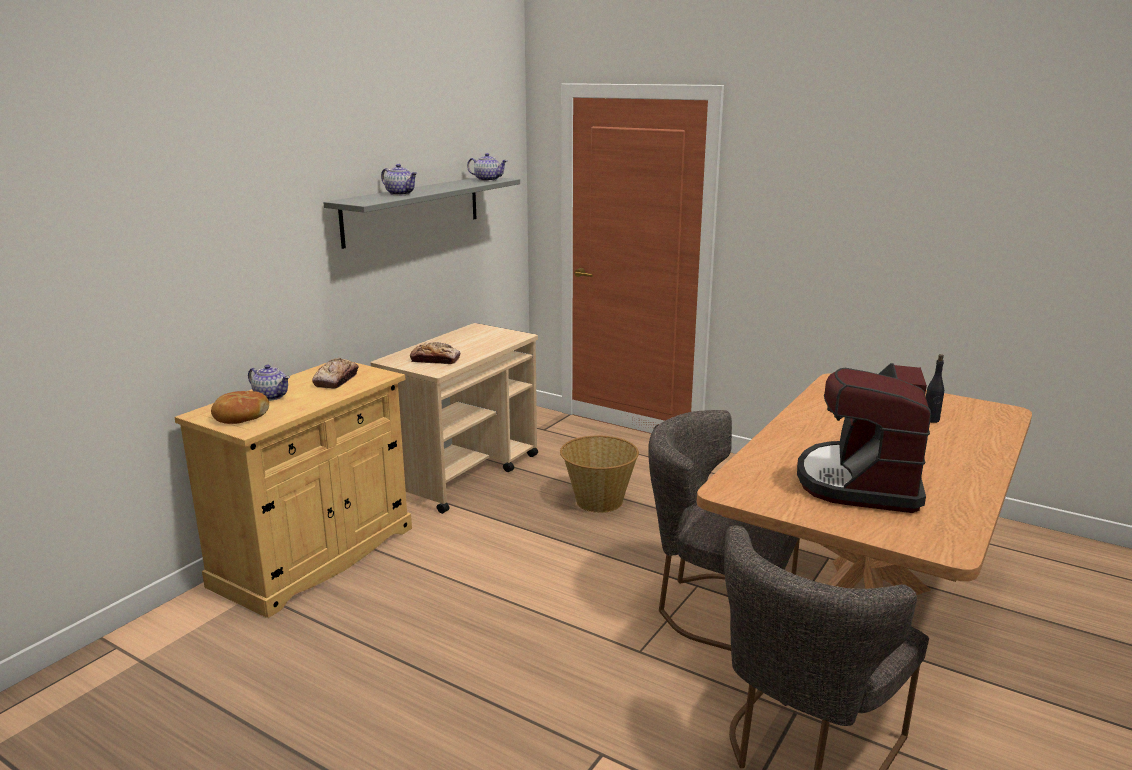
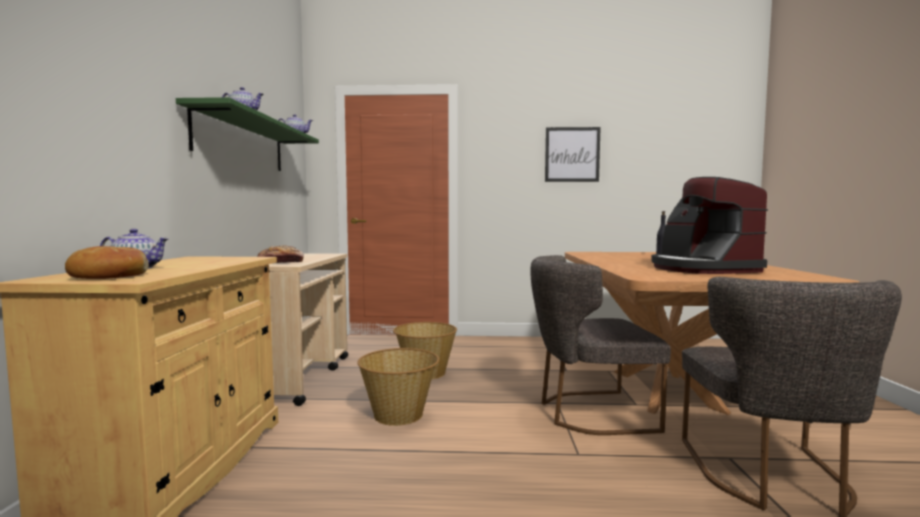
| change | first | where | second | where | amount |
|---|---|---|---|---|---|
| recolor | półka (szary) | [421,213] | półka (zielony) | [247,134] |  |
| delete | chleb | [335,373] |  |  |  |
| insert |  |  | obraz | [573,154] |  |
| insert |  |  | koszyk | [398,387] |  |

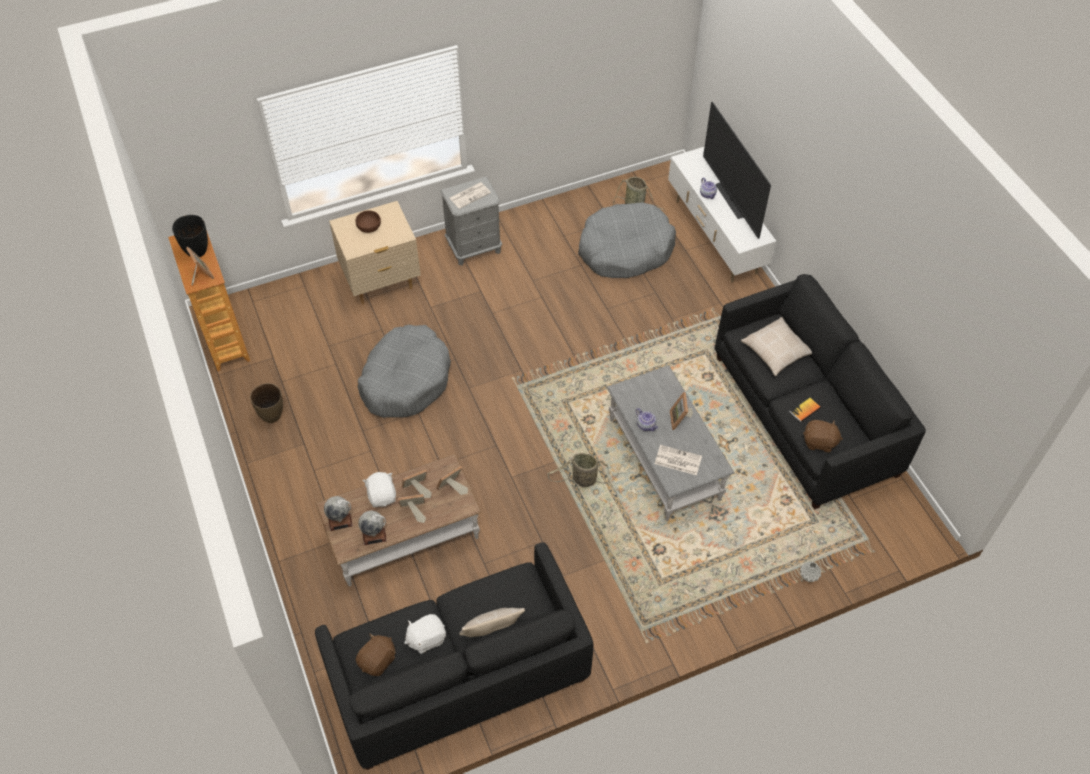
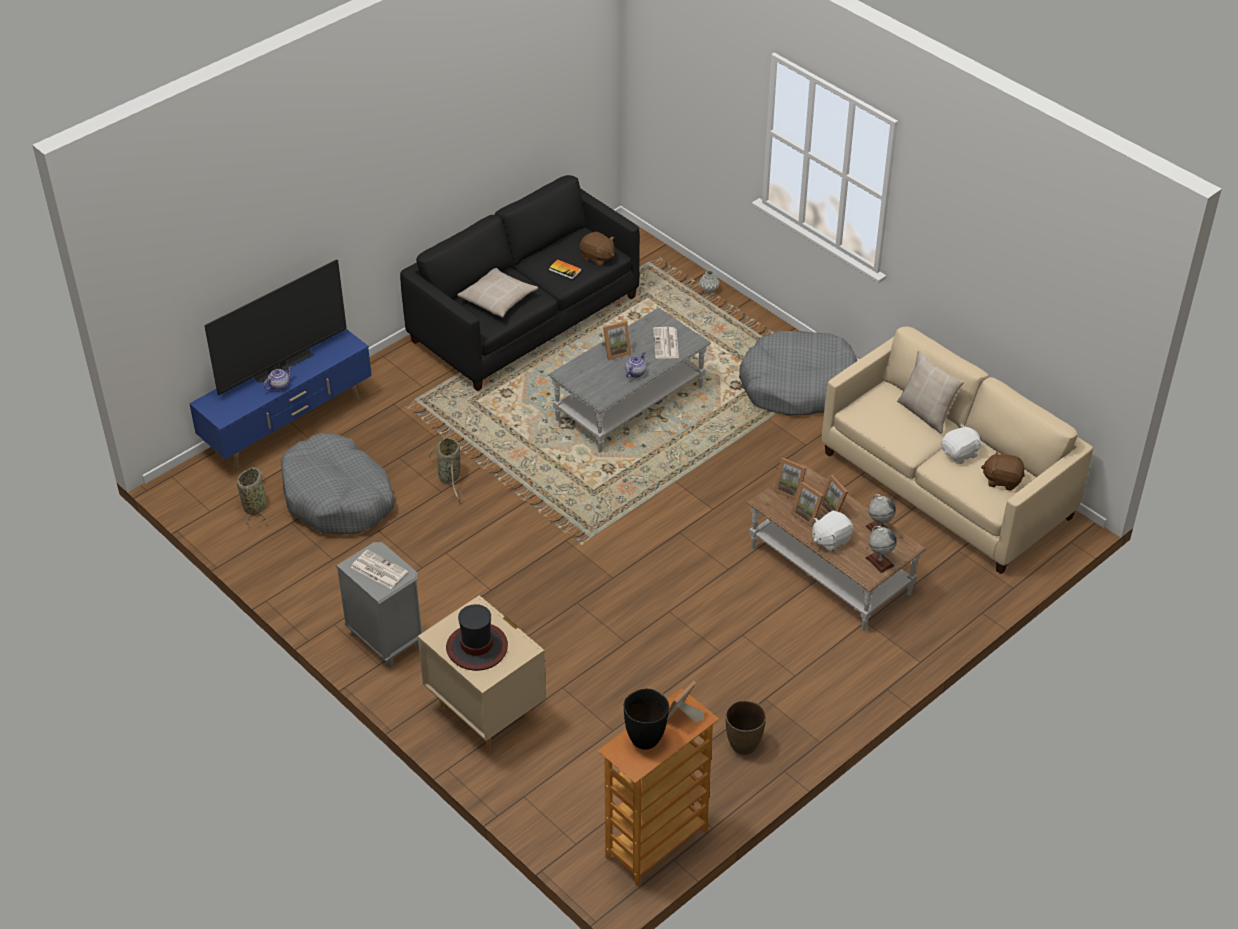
| change | first | where | second | where | amount |
|---|---|---|---|---|---|
| recolor | szafka pod telewizor (biały) | [722,214] | szafka pod telewizor (niebieski) | [280,400] |  |
| replace | miska (brązowy) | [368,222] | kapelusz | [477,637] |  |
| move | legowisko (szary) | [404,371] |  | [798,373] |  |
| rotate | pluszak (brązowy) | [823,436] |  | [597,249] | 135 degrees clockwise |
| move | koszyk | [578,470] |  | [445,467] |  |
| recolor | kanapa (czarny) | [454,656] | kanapa (beżowy) | [957,450] |  |
| rotate | pluszak (biały) | [425,634] |  | [961,443] | 75 degrees counterclockwise |

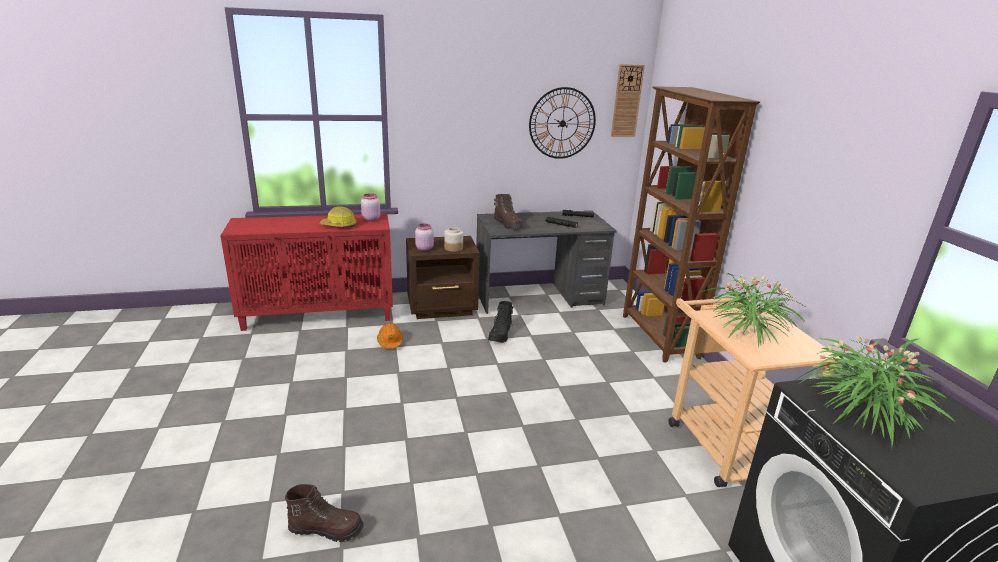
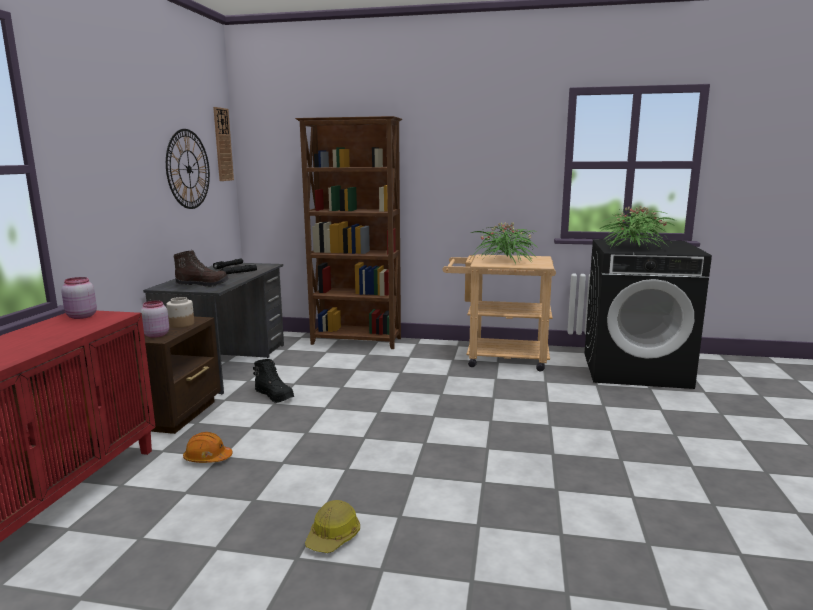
| change | first | where | second | where | amount |
|---|---|---|---|---|---|
| move | kask | [338,217] |  | [332,526] |  |
| delete | but z cholewką (brązowy) | [324,513] |  |  |  |

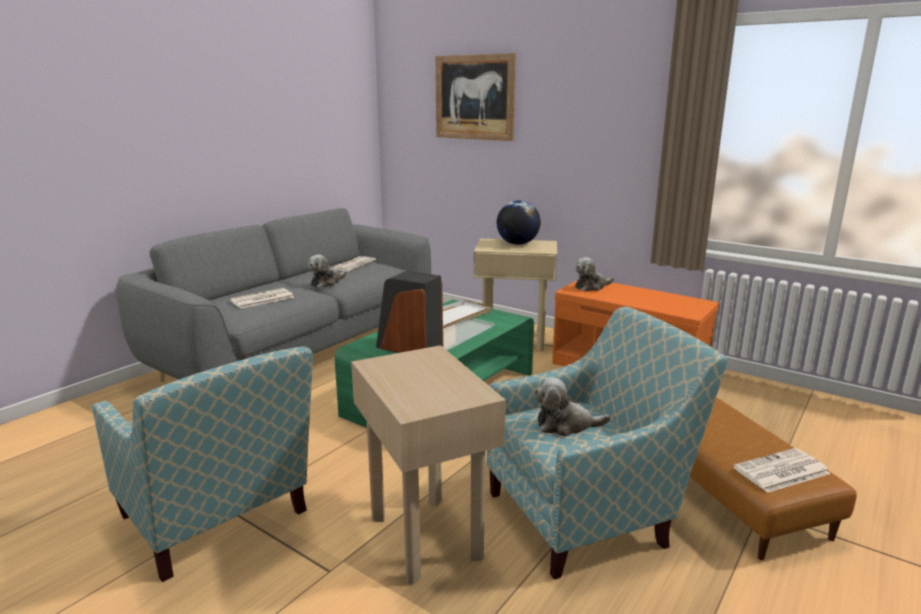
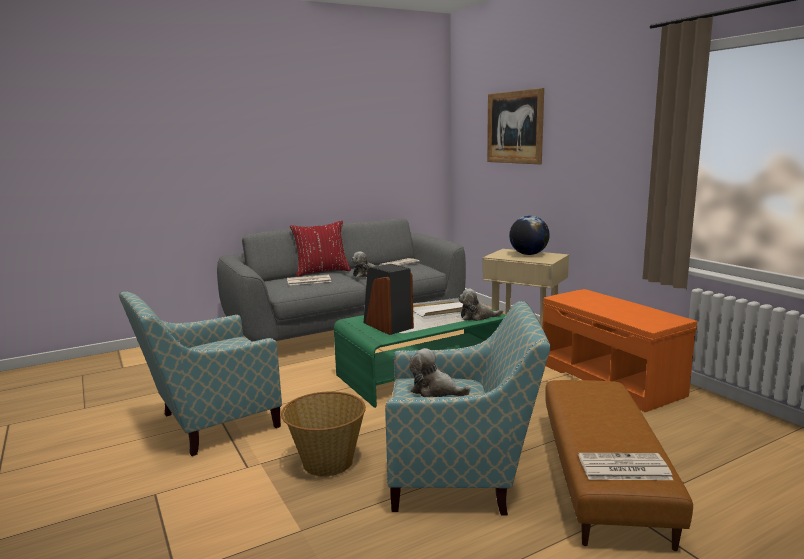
| change | first | where | second | where | amount |
|---|---|---|---|---|---|
| move | pluszak | [594,274] |  | [480,305] |  |
| replace | stolik (beżowy) | [428,465] | koszyk | [323,433] |  |
| rotate | fotel | [202,464] |  | [200,373] | 75 degrees clockwise |
| insert |  |  | poduszka (czerwony) | [320,249] |  |

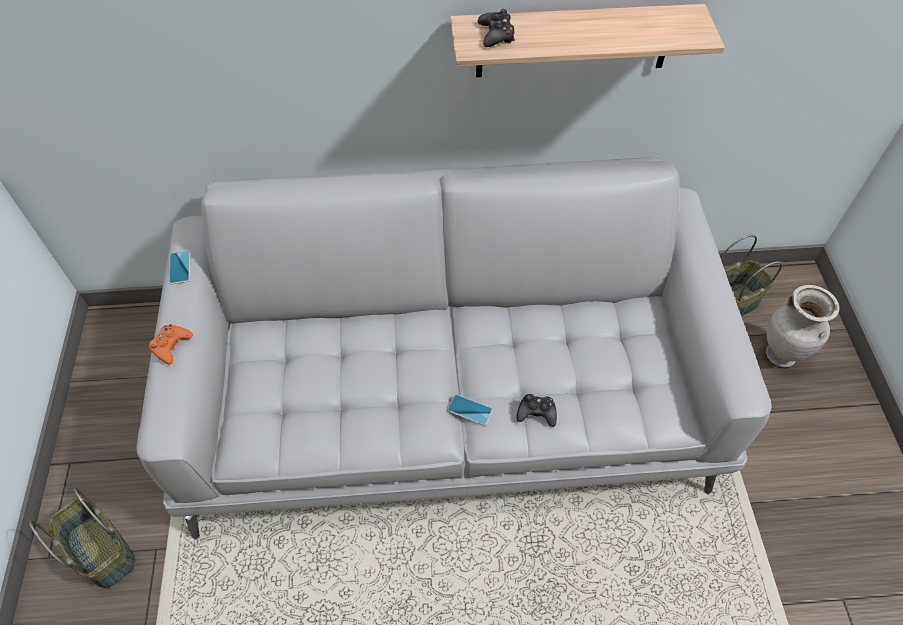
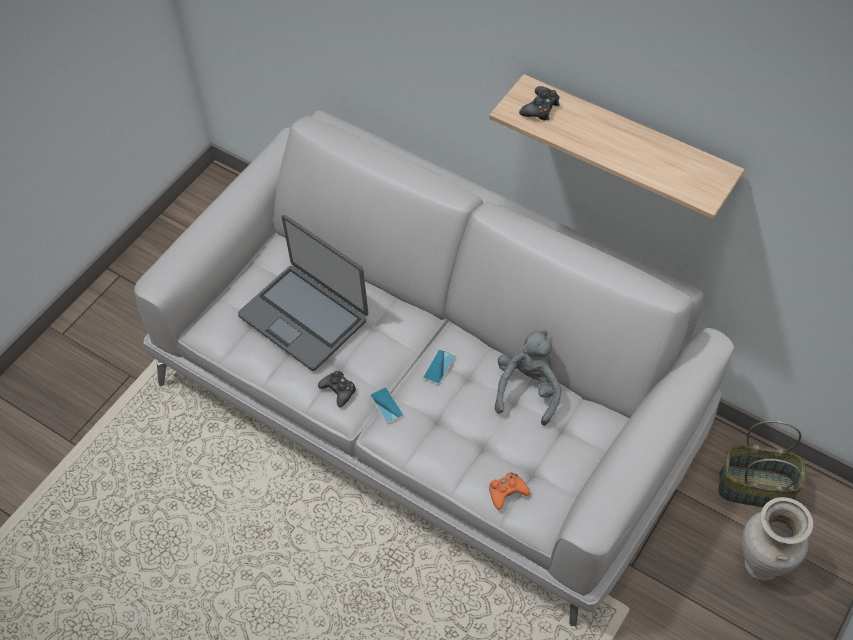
| change | first | where | second | where | amount |
|---|---|---|---|---|---|
| move | telefon | [179,267] |  | [439,367] |  |
| move | pad do gier (pomarańczowy) | [171,344] |  | [509,491] |  |
| move | pad do gier (czarny) | [536,410] |  | [337,389] |  |
| delete | koszyk | [82,538] |  |  |  |
| insert |  |  | laptop | [303,293] |  |
| insert |  |  | pluszak (szary) | [528,378] |  |

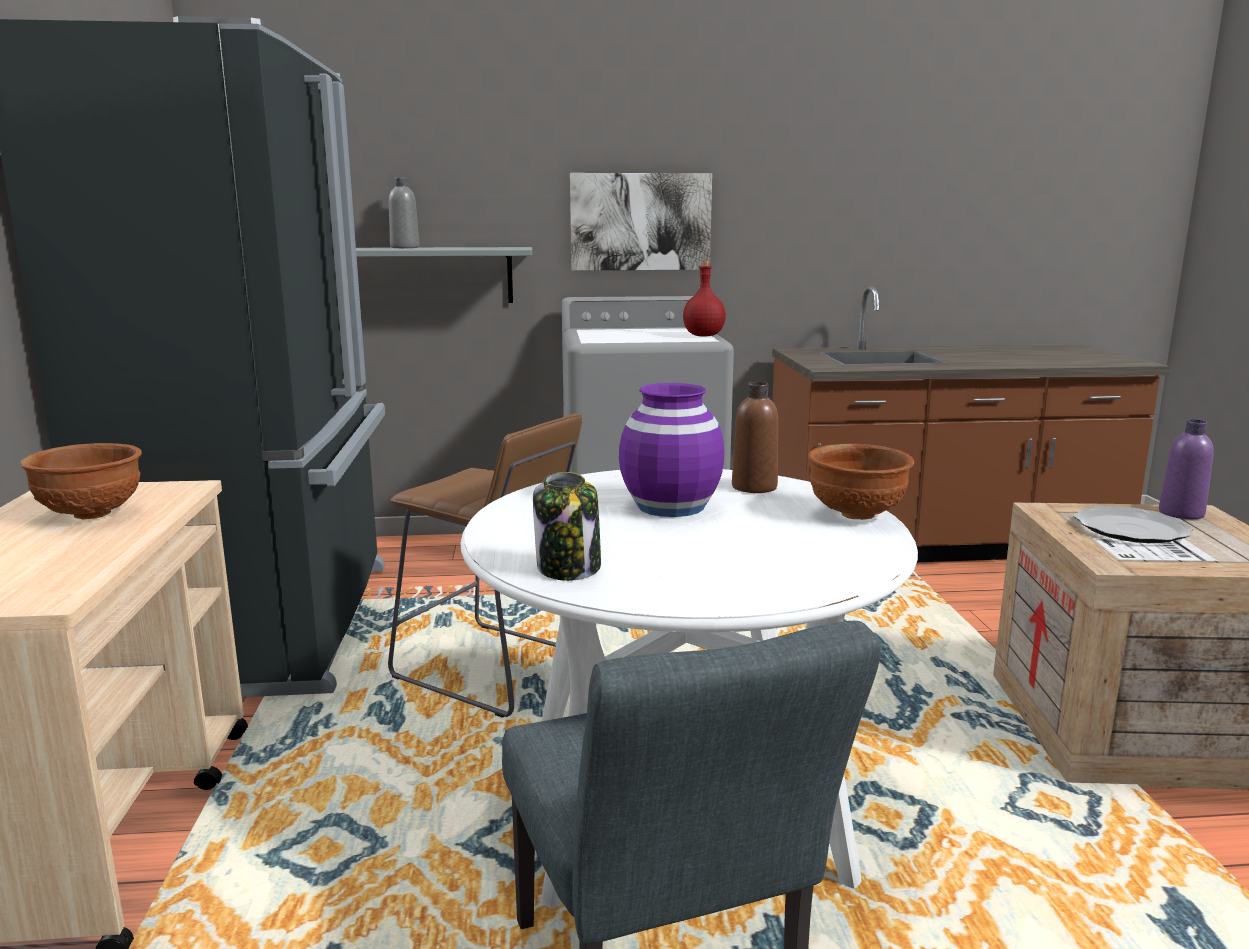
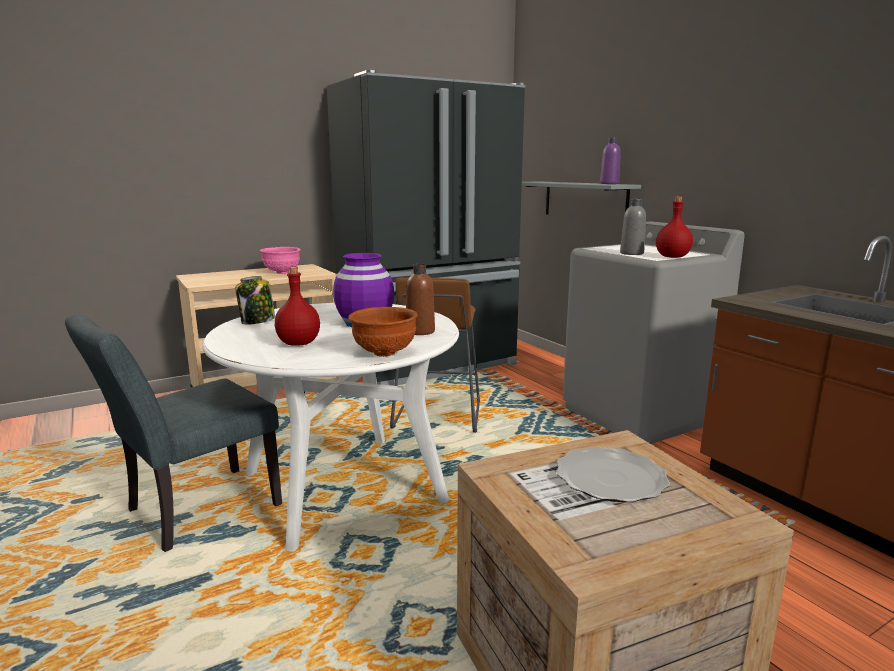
| change | first | where | second | where | amount |
|---|---|---|---|---|---|
| delete | obraz | [641,222] |  |  |  |
| move | butelka (szary) | [404,213] |  | [633,227] |  |
| move | butelka (fioletowy) | [1186,469] |  | [610,161] |  |
| recolor | miska (brązowy) | [81,481] | miska (różowy) | [280,260] |  |
| insert |  |  | butelka (czerwony) | [297,306] |  |

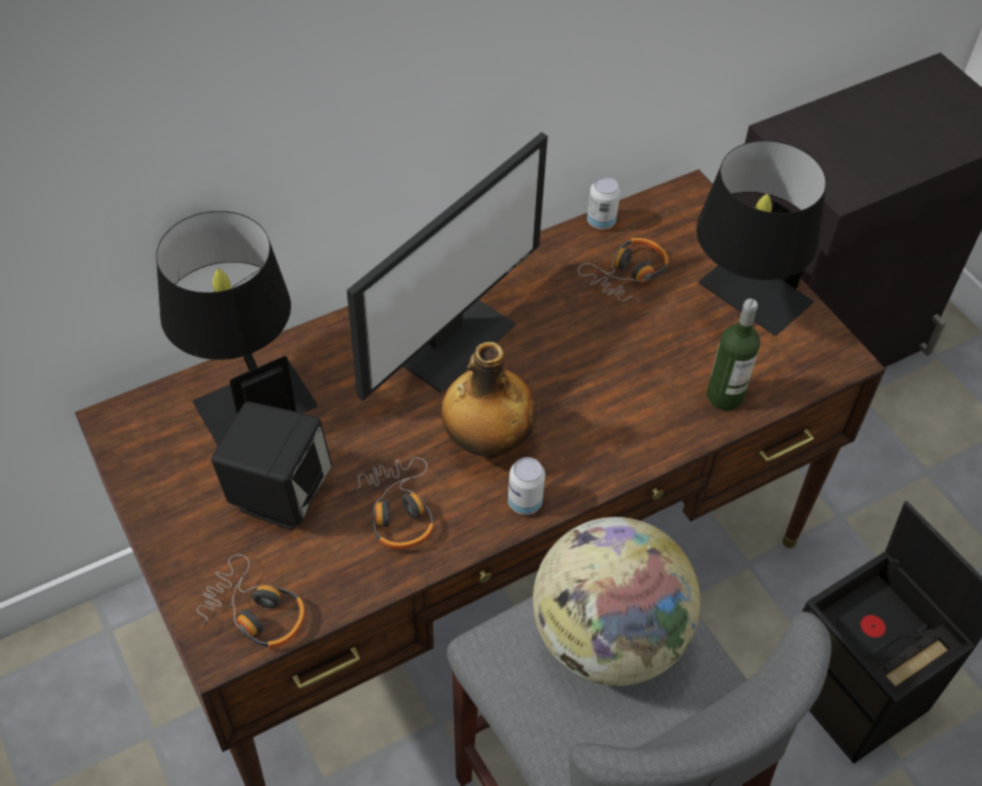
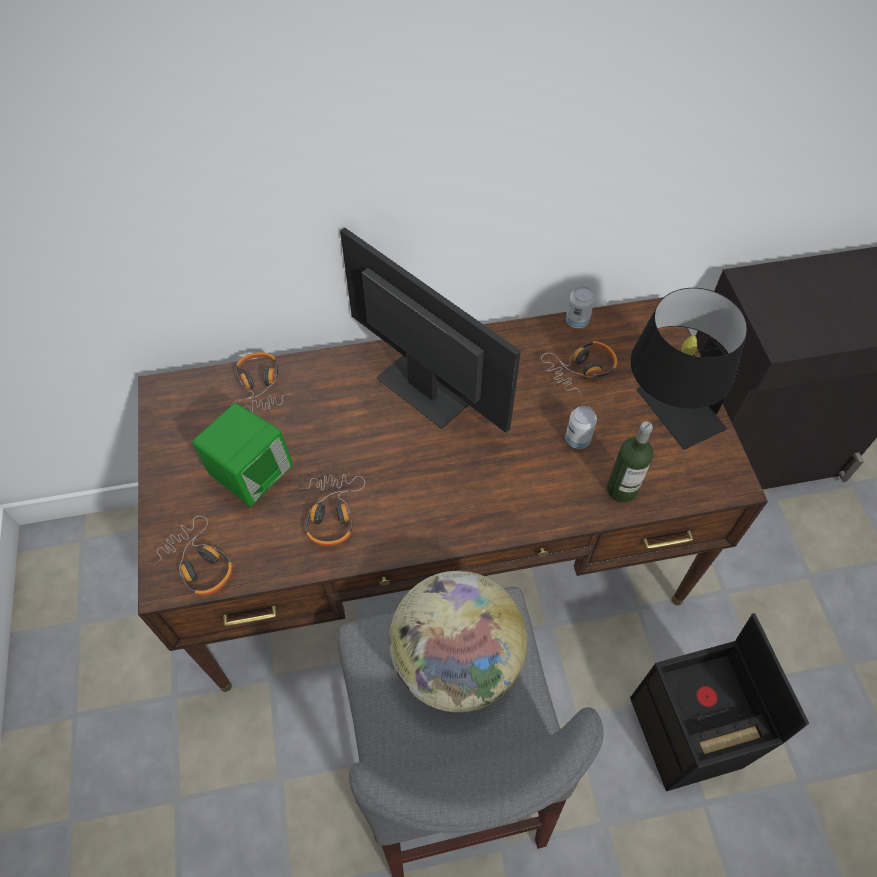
| change | first | where | second | where | amount |
|---|---|---|---|---|---|
| rotate | monitor | [447,266] |  | [430,330] | 105 degrees counterclockwise |
| replace | lampa stołowa (czarny) | [236,328] | słuchawki | [262,382] |  |
| delete | butelka | [489,400] |  |  |  |
| recolor | głośnik (czarny) | [271,465] | głośnik (zielony) | [242,455] |  |
| move | puszka | [526,486] |  | [581,427] |  |

